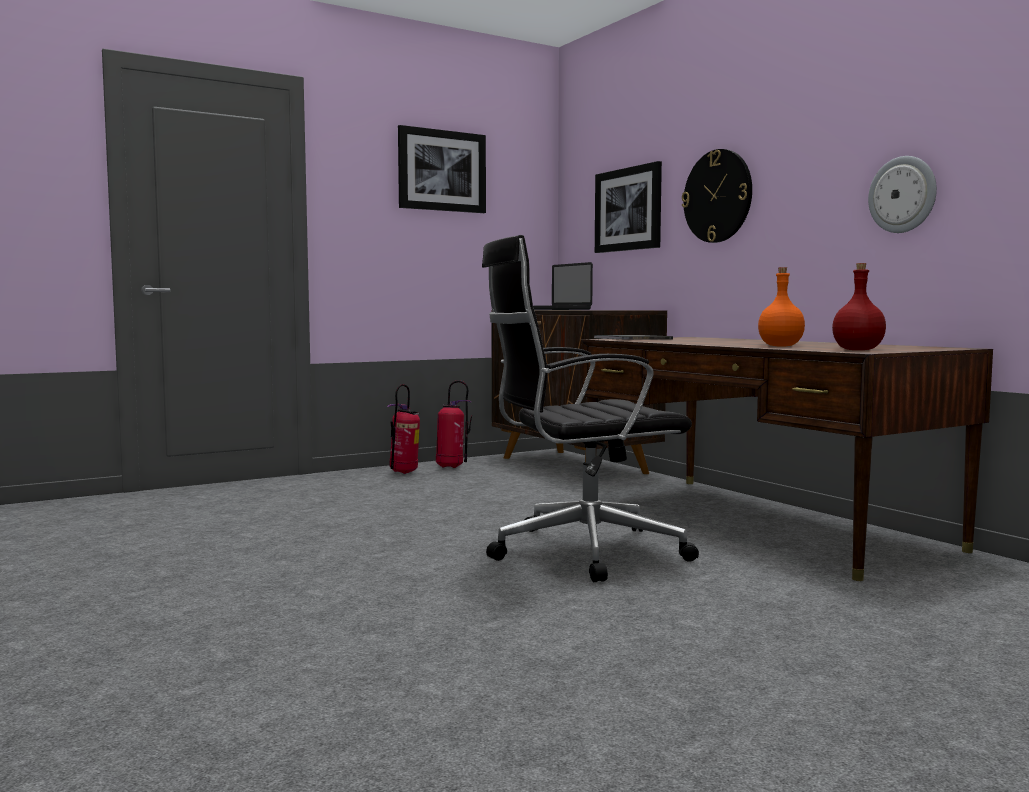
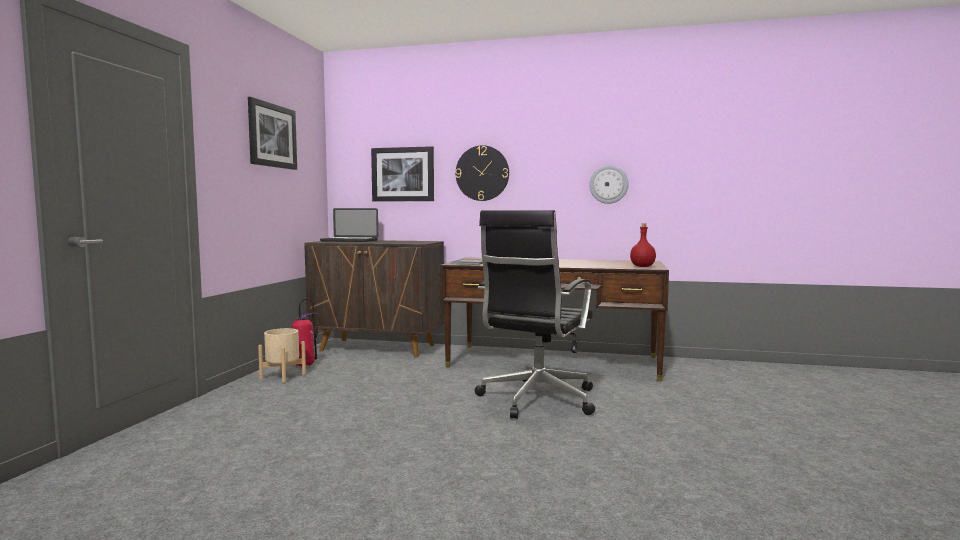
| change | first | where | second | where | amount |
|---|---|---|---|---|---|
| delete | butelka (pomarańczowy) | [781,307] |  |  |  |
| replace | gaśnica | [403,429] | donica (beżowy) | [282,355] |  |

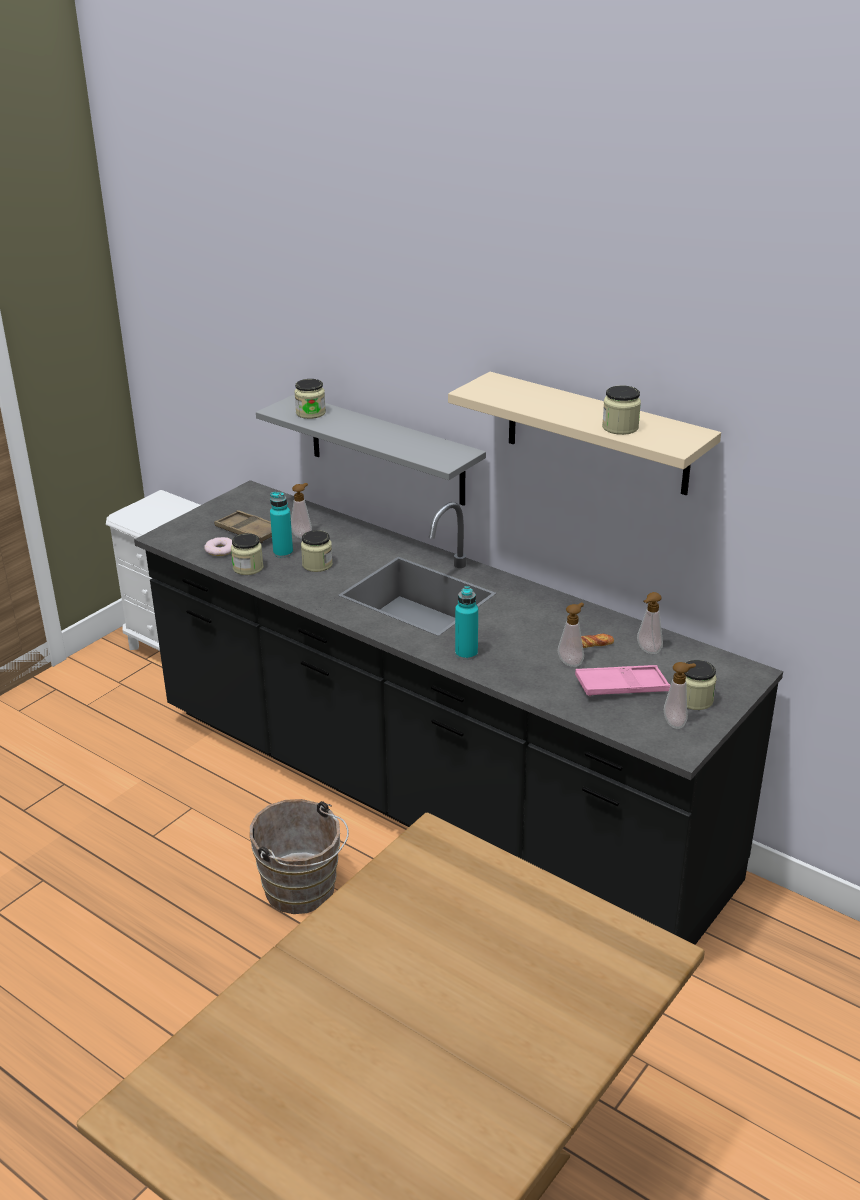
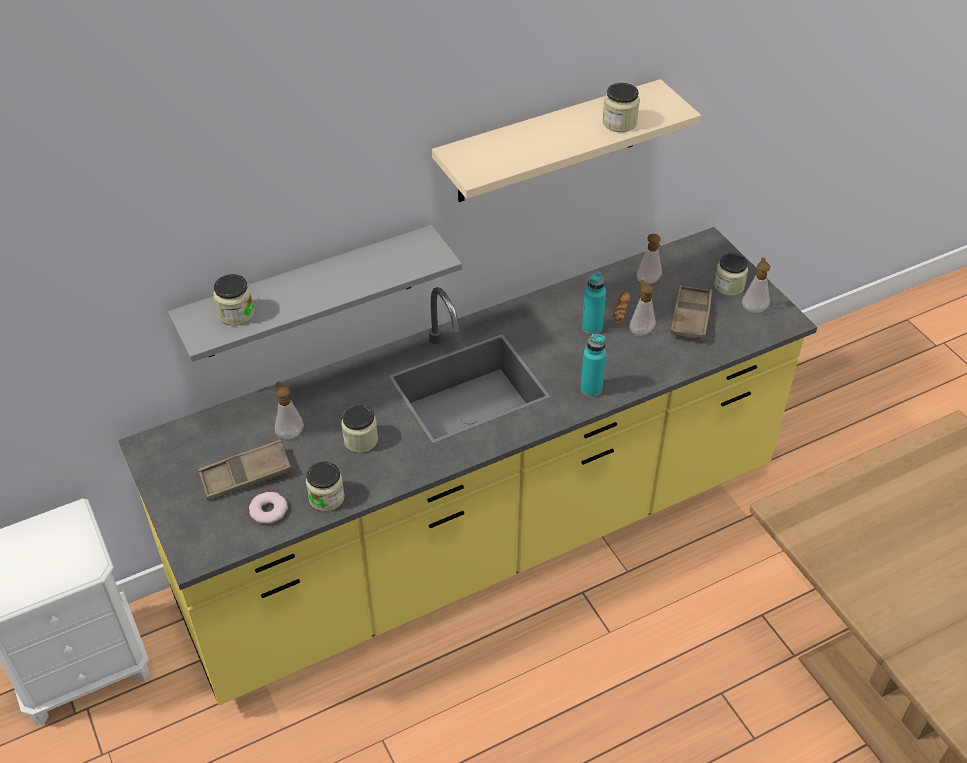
| change | first | where | second | where | amount |
|---|---|---|---|---|---|
| recolor | zabudowa kuchenna (czarny) | [458,712] | zabudowa kuchenna (żółty) | [467,466] |  |
| move | butelka (turkusowy) | [281,525] |  | [594,303] |  |
| recolor | taca (różowy) | [623,680] | taca (brązowy) | [691,312] |  |
| delete | wiadro (brązowy) | [299,856] |  |  |  |

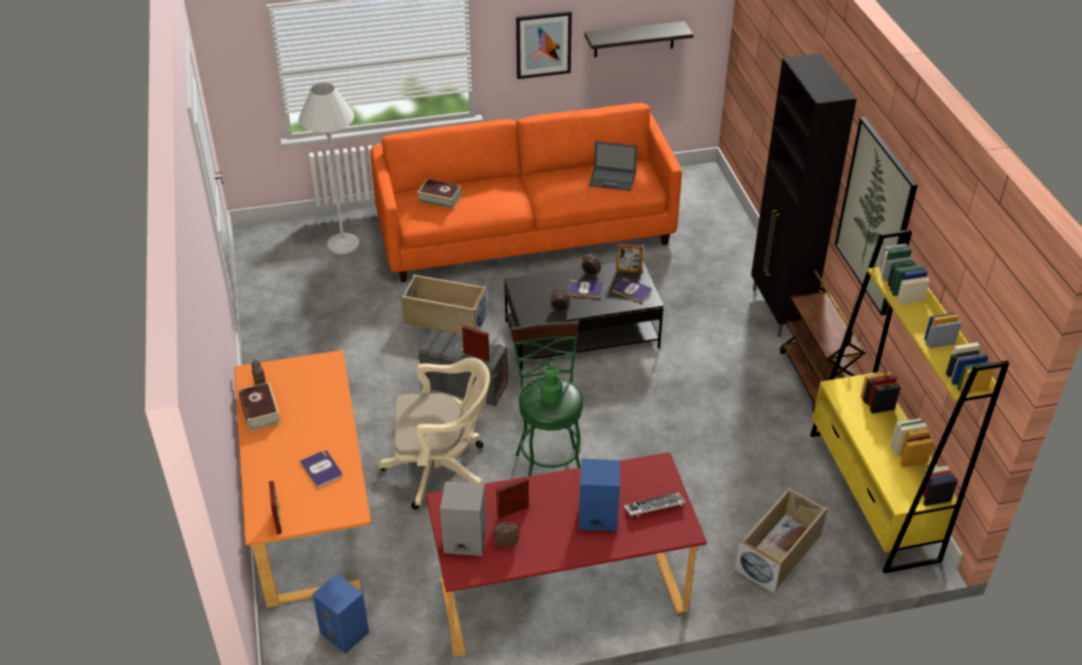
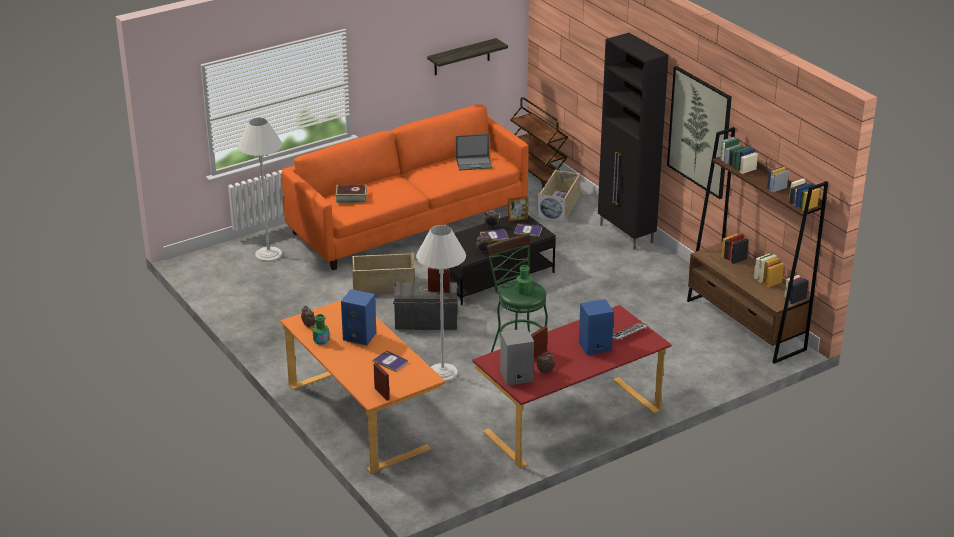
| change | first | where | second | where | amount |
|---|---|---|---|---|---|
| delete | obraz | [544,45] |  |  |  |
| recolor | regał (żółty) | [910,401] | regał (brązowy) | [757,245] |  |
| move | wózek (brązowy) | [823,341] |  | [539,142] |  |
| replace | krzesło biurowe (beżowy) | [434,434] | lampa stojąca (biały) | [441,303] |  |
| replace | książka | [260,406] | butelka (zielony) | [320,329] |  |
| move | pojemnik do przechowywania (beżowy) | [781,540] |  | [559,196] |  |
| move | głośnik (niebieski) | [340,614] |  | [358,317] |  |

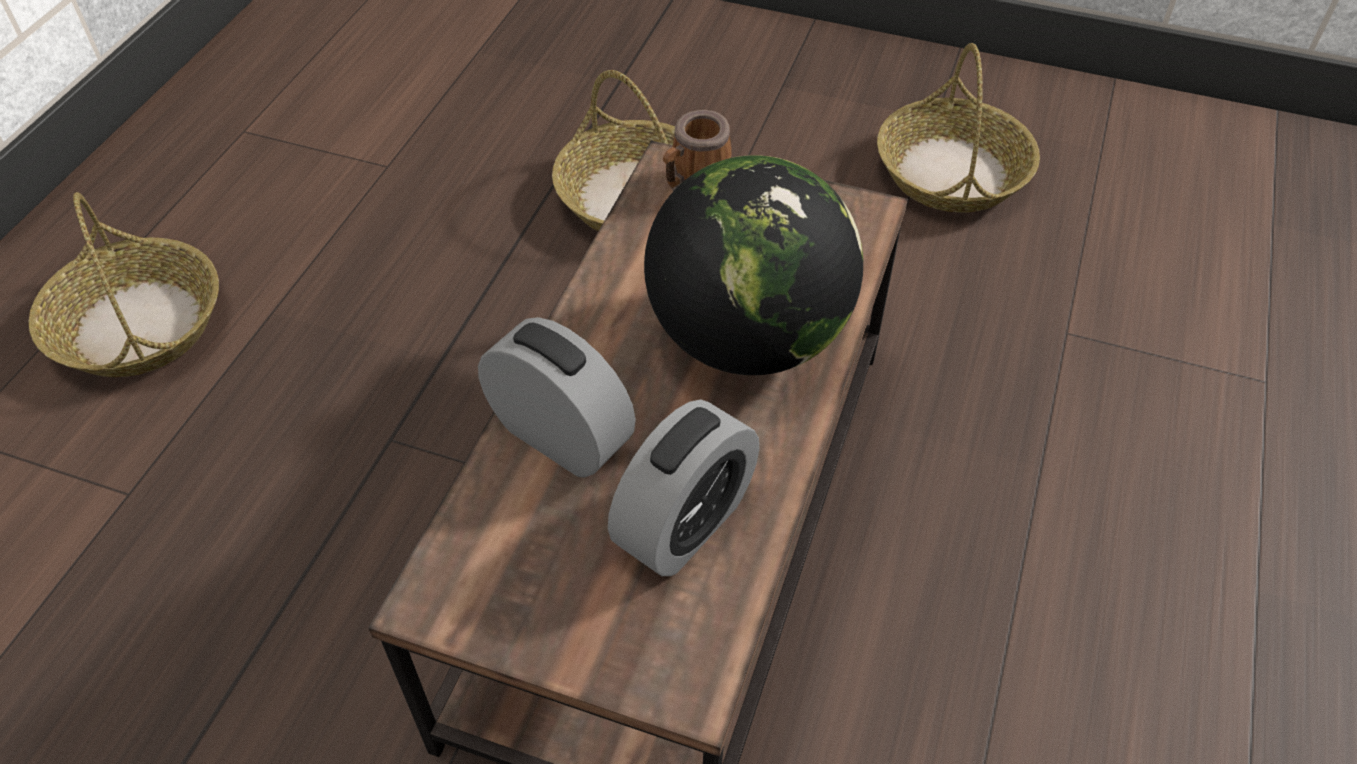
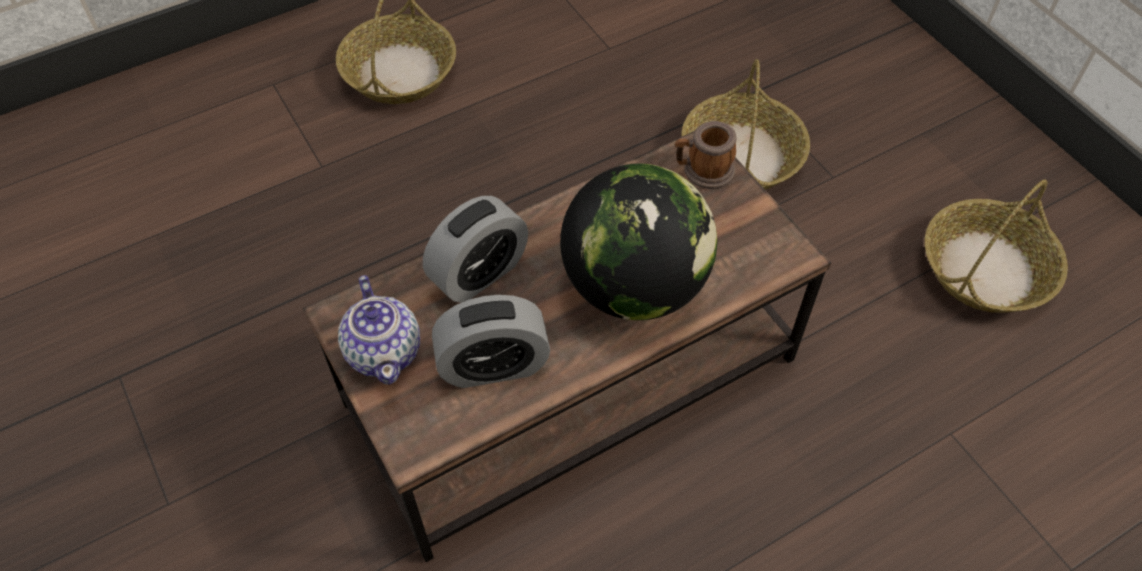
| change | first | where | second | where | amount |
|---|---|---|---|---|---|
| rotate | budzik | [557,397] |  | [475,249] | 60 degrees clockwise |
| insert |  |  | imbryk | [379,330] |  |

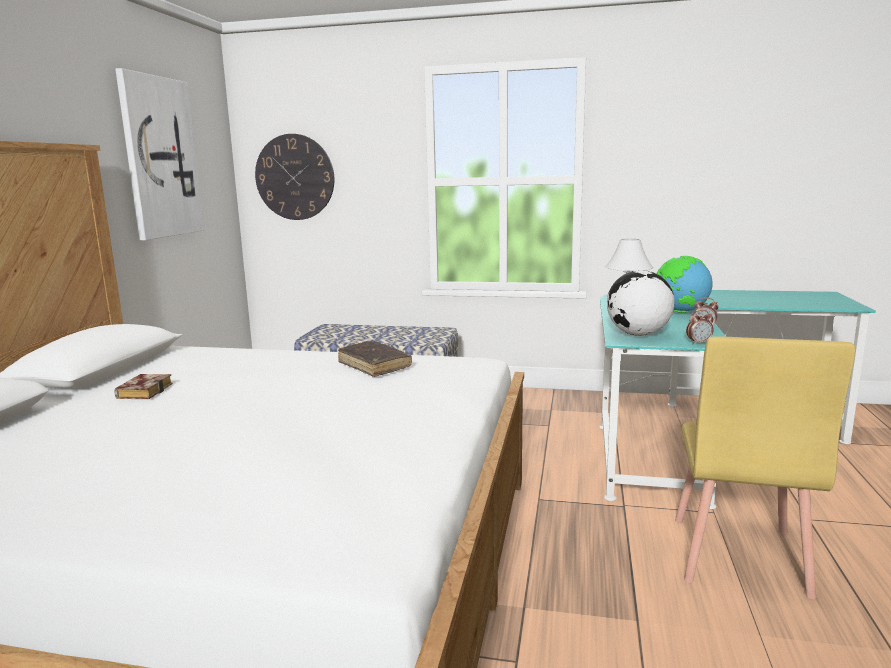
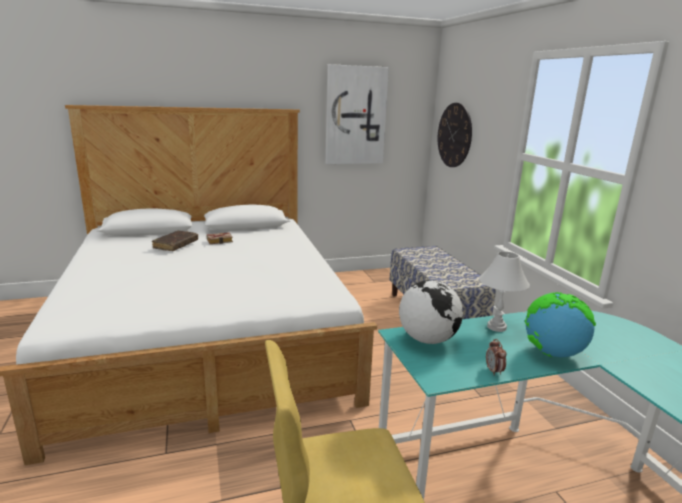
| change | first | where | second | where | amount |
|---|---|---|---|---|---|
| delete | budzik | [700,327] |  |  |  |
| move | książka (brązowy) | [375,359] |  | [175,241] |  |

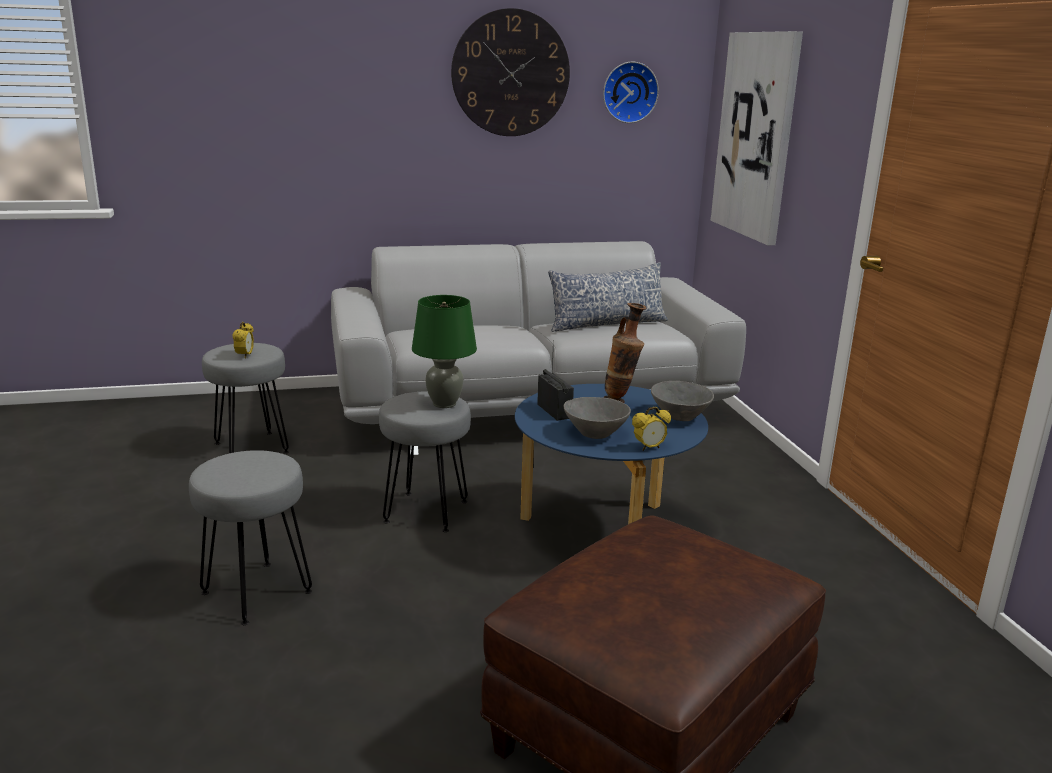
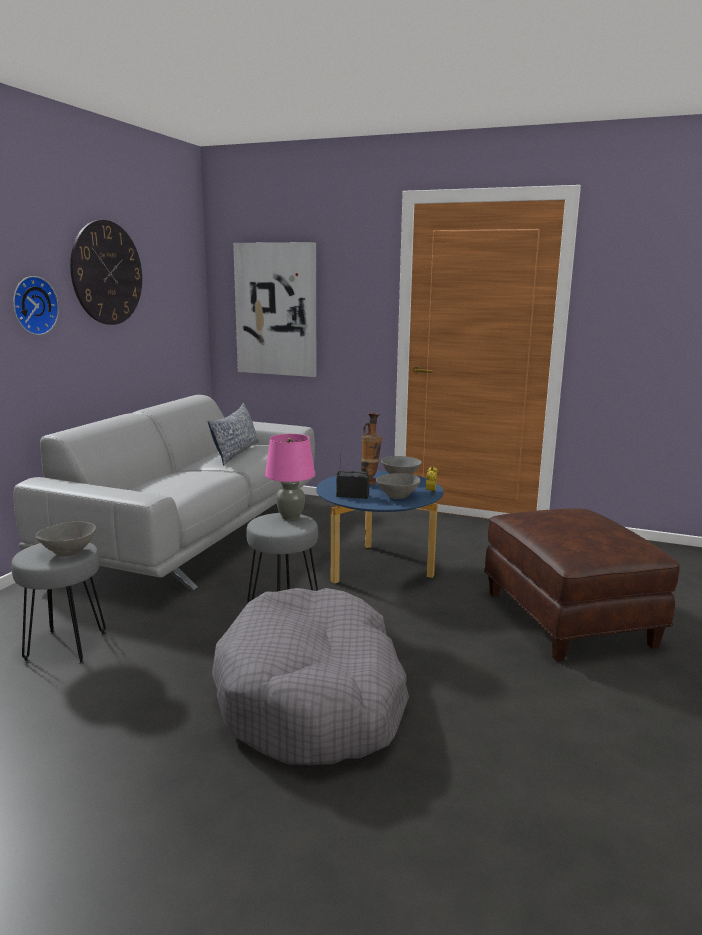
| change | first | where | second | where | amount |
|---|---|---|---|---|---|
| move | zegar ścienny | [631,92] |  | [36,305] |  |
| recolor | lampa stołowa (zielony) | [444,351] | lampa stołowa (różowy) | [290,477] |  |
| replace | budzik | [243,340] | miska (szary) | [66,538] |  |
| replace | stołek (szary) | [250,537] | legowisko (szary) | [310,676] |  |

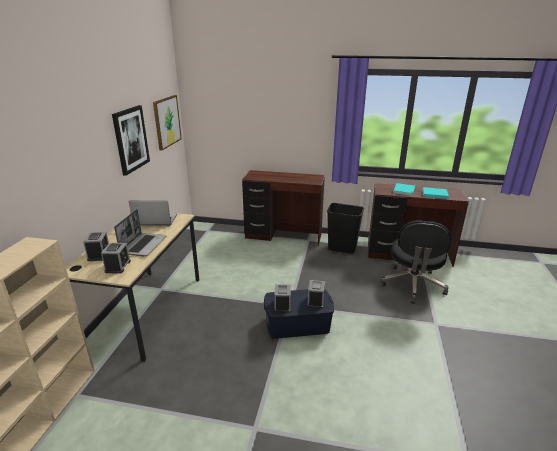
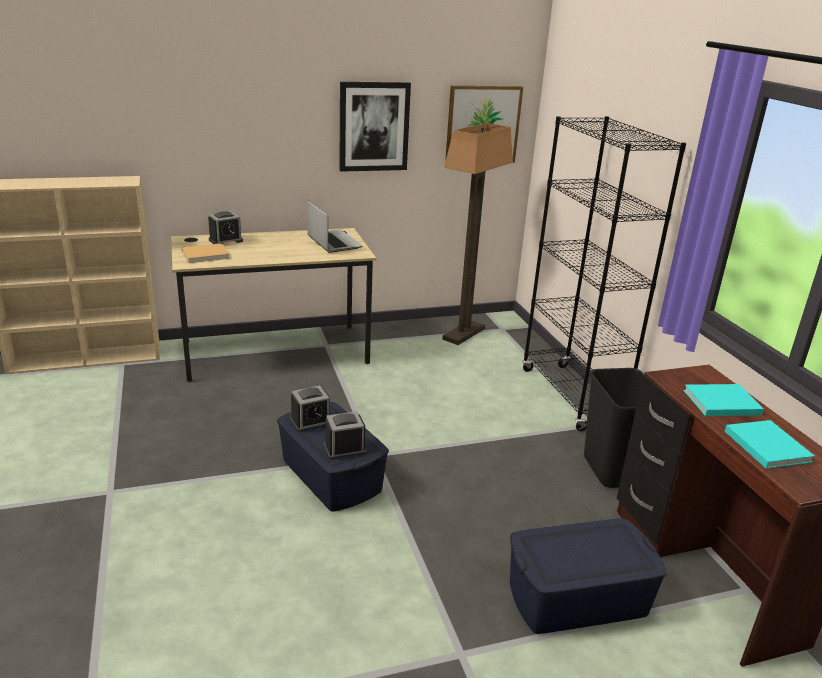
| change | first | where | second | where | amount |
|---|---|---|---|---|---|
| replace | biurko (brązowy) | [283,208] | regał (czarny) | [604,273] |  |
| delete | laptop | [140,232] |  |  |  |
| replace | krzesło biurowe (czarny) | [415,262] | pojemnik do przechowywania (niebieski) | [588,576] |  |
| replace | budzik | [116,258] | książka (beżowy) | [205,253] |  |
| insert |  |  | lampa stojąca | [477,234] |  |

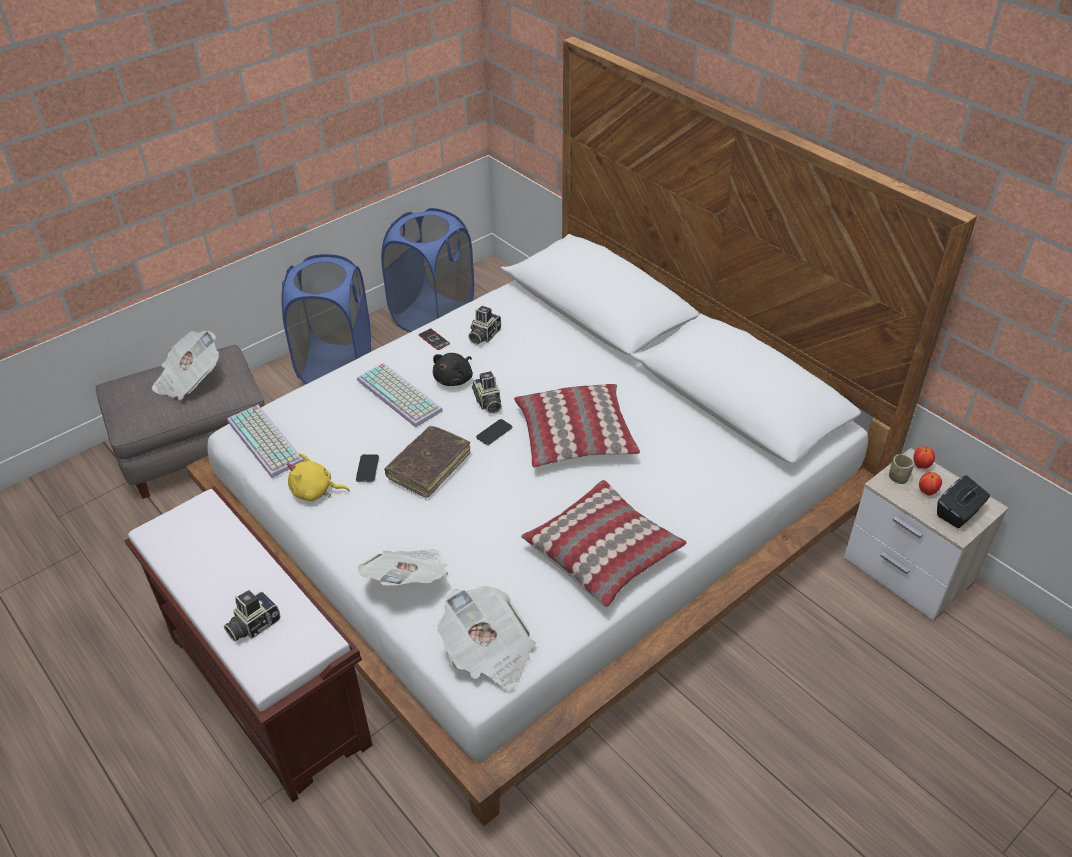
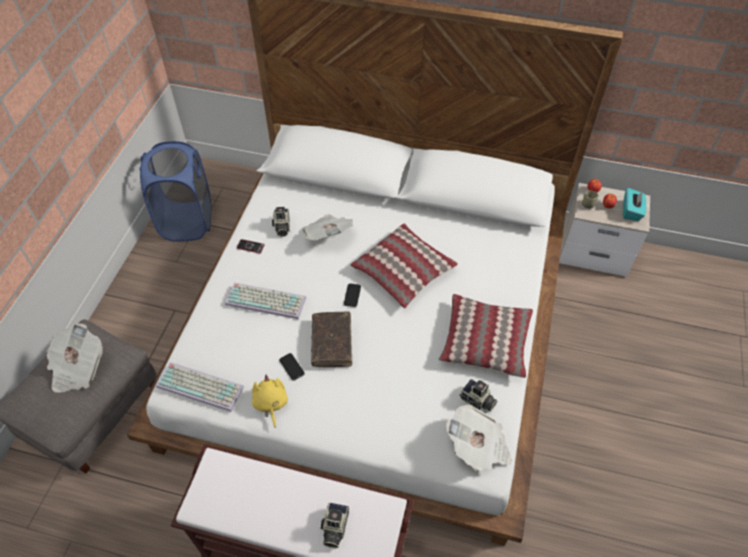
| change | first | where | second | where | amount |
|---|---|---|---|---|---|
| delete | kosz na pranie (niebieski) | [326,319] |  |  |  |
| delete | pluszak (czarny) | [453,369] |  |  |  |
| move | aparat fotograficzny | [487,392] |  | [478,395] |  |
| rotate | pluszak (żółty) | [318,477] |  | [270,401] | 105 degrees clockwise |
| recolor | pudełko chusteczek (czarny) | [963,501] | pudełko chusteczek (turkusowy) | [634,204] |  |
| move | gazeta | [403,567] |  | [327,227] |  |

